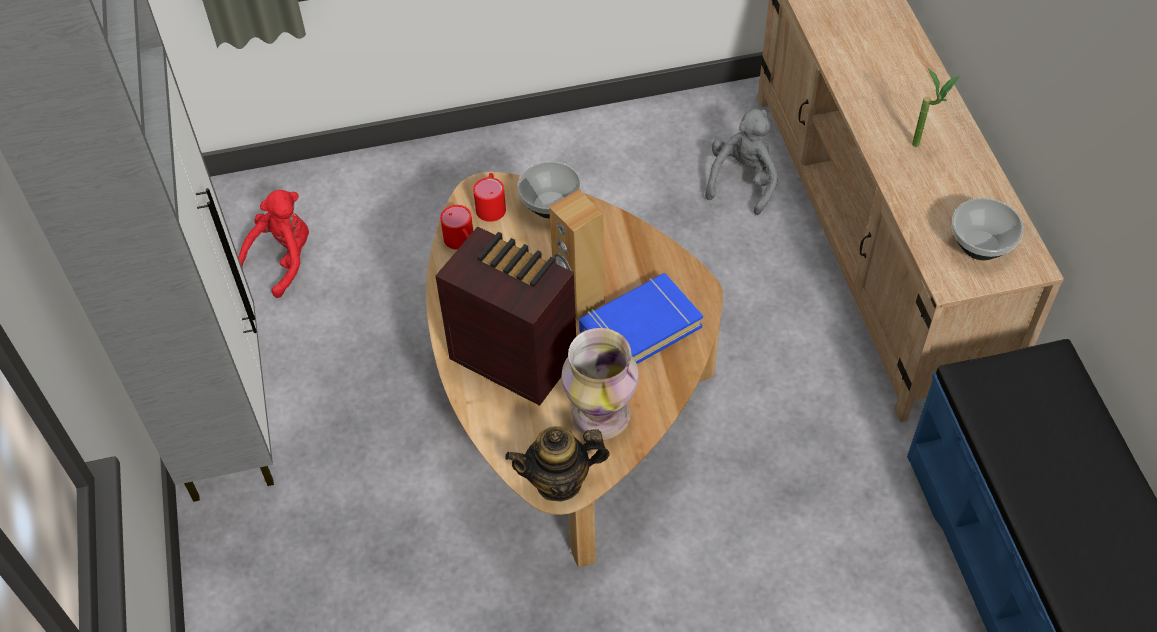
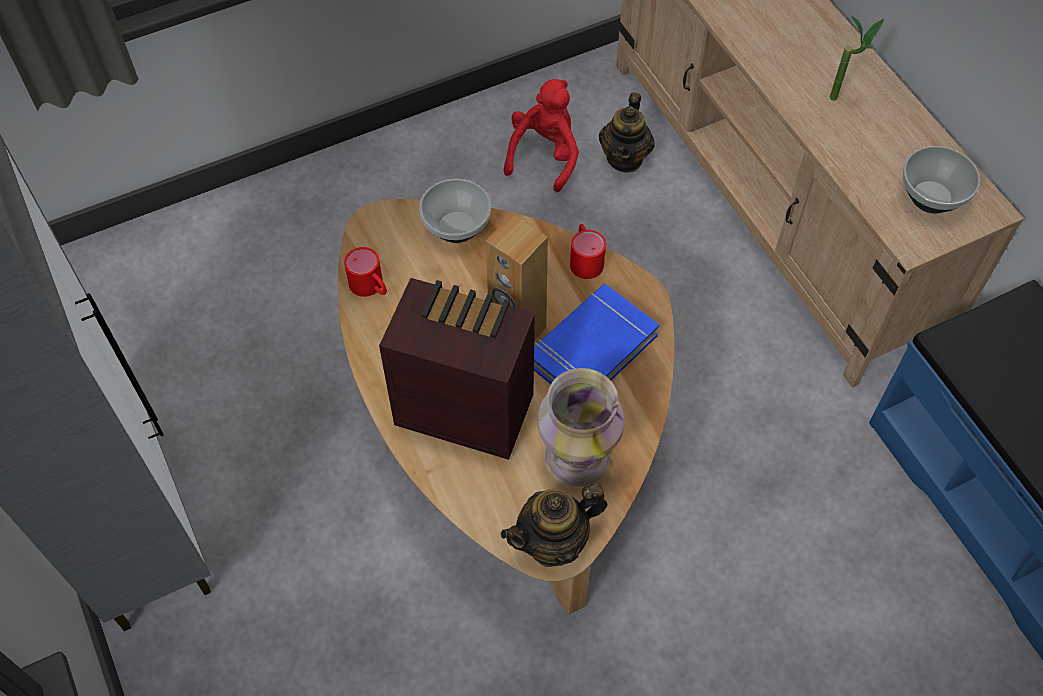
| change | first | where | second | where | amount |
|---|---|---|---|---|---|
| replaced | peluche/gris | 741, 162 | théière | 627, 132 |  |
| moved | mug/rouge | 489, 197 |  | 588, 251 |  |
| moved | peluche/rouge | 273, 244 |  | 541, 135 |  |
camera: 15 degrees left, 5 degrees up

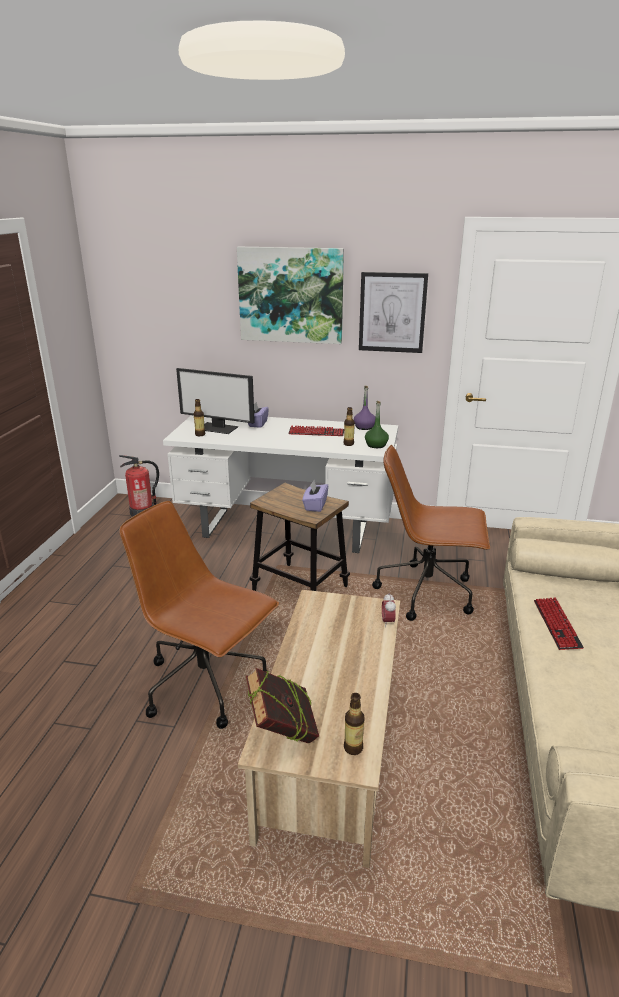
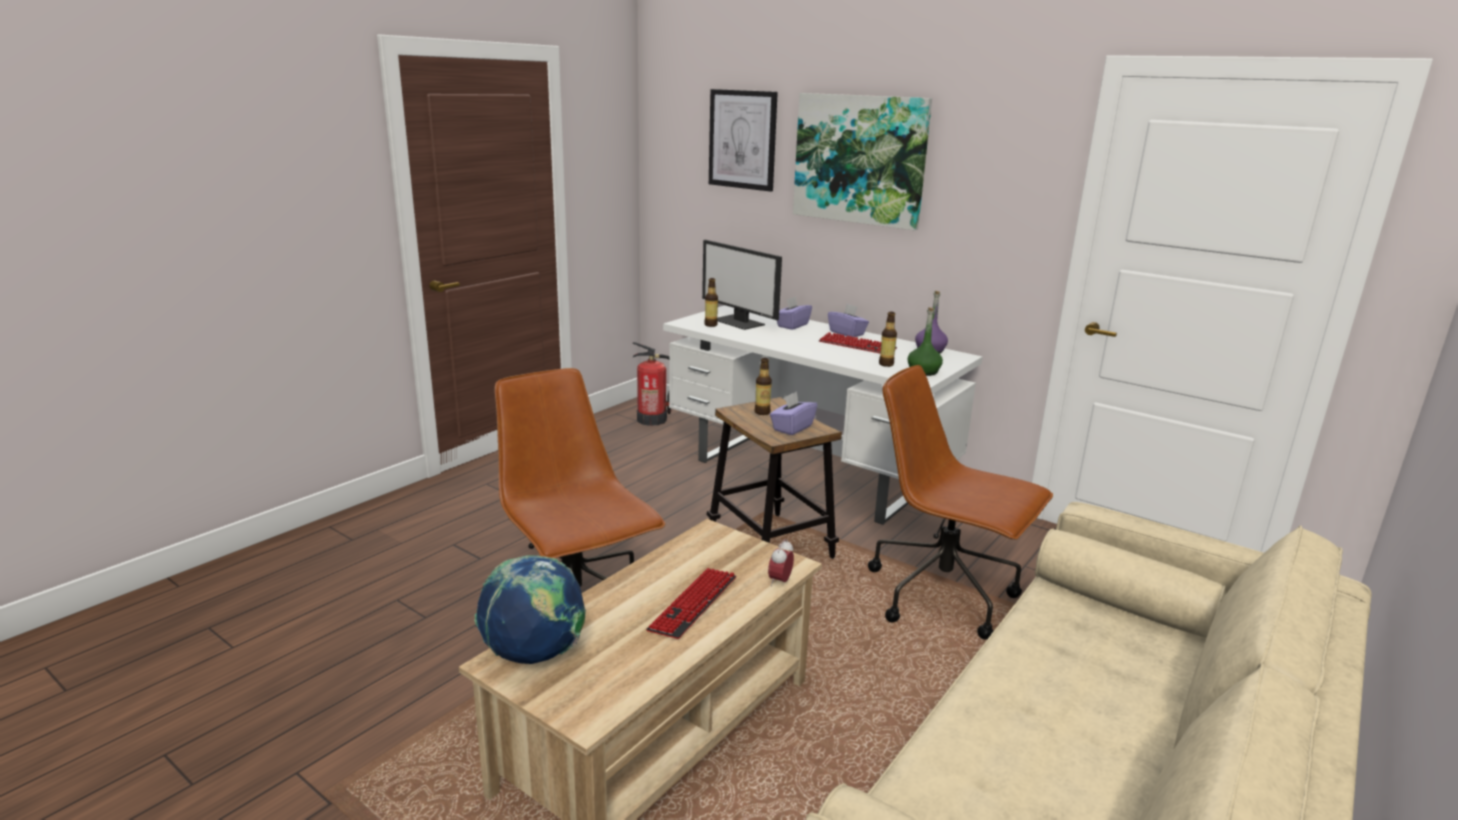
| change | first | where | second | where | amount |
|---|---|---|---|---|---|
| moved | tableau | 393, 312 |  | 743, 140 |  |
| moved | clavier | 559, 623 |  | 691, 603 |  |
| replaced | livre | 282, 706 | globe | 530, 609 |  |
| moved | bouteille | 354, 724 |  | 763, 386 |  |
| added |  |  | boîte à mouchoirs/violet | 848, 320 |  |
camera: 25 degrees right, 5 degrees down

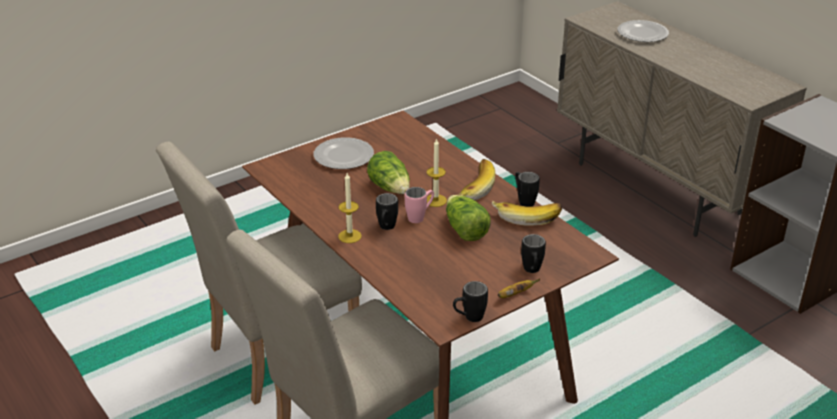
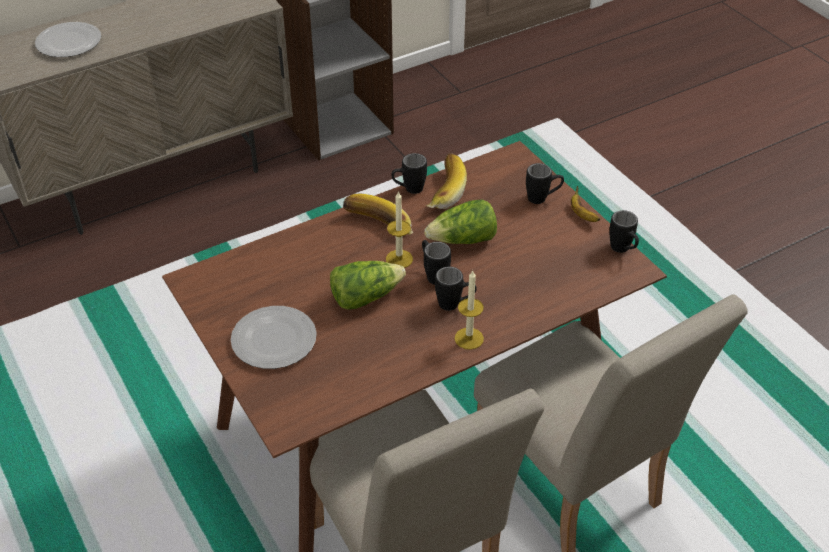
| change | first | where | second | where | amount |
|---|---|---|---|---|---|
| recoloured | mug/rose | 419, 205 | mug/noir | 436, 262 |  |
camera: 85 degrees left, 10 degrees up

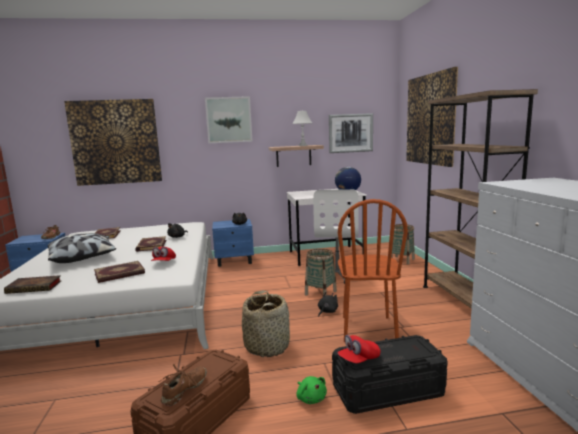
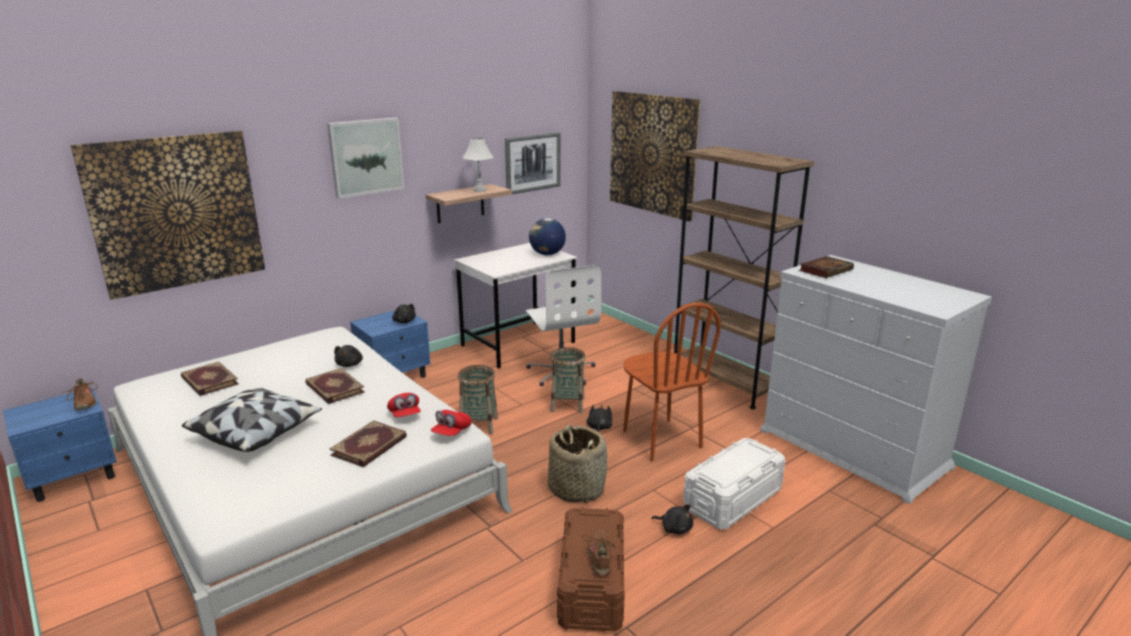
| change | first | where | second | where | amount |
|---|---|---|---|---|---|
| moved | panier | 403, 244 |  | 478, 400 |  |
| moved | livre | 33, 284 |  | 826, 267 |  |
| recoloured | boîte de rangement/noir | 390, 374 | boîte de rangement/blanc | 734, 483 |  |
| moved | casquette/rouge | 359, 349 |  | 451, 423 |  |
| recoloured | peluche/vert | 311, 390 | peluche/noir | 672, 519 |  |
camera: 30 degrees left, 10 degrees up

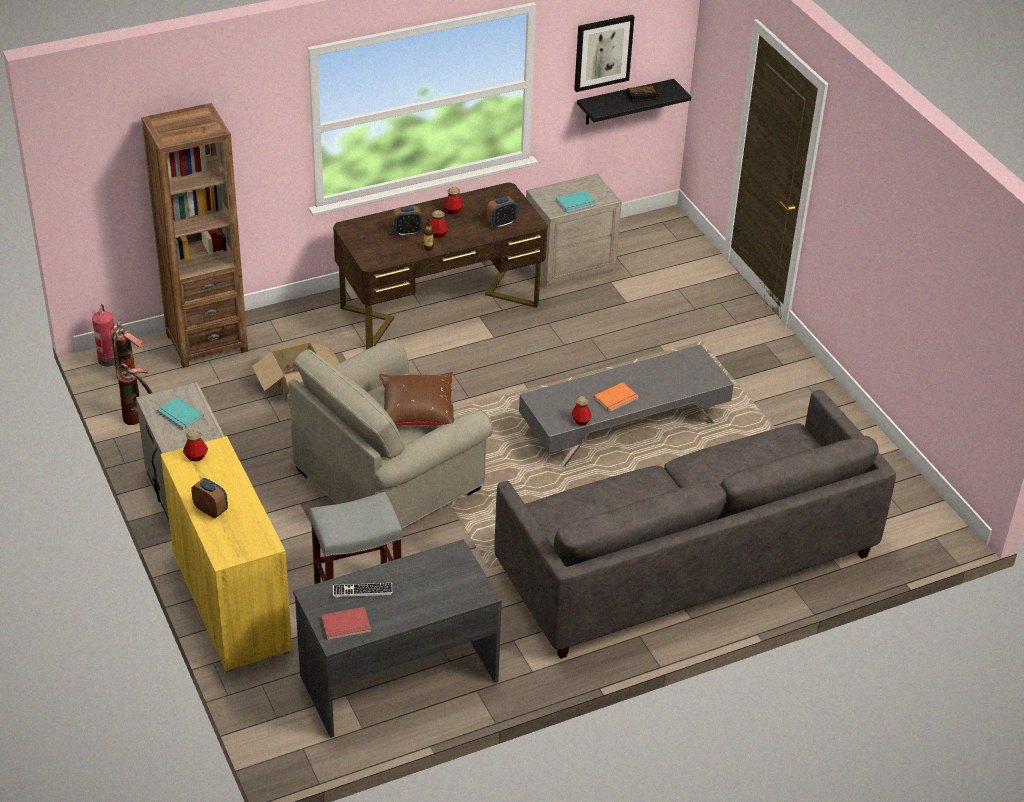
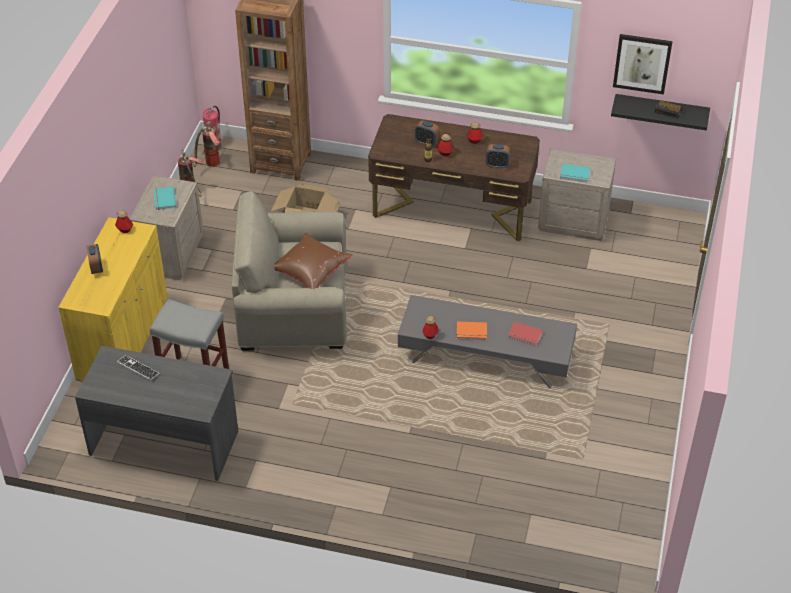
| change | first | where | second | where | amount |
|---|---|---|---|---|---|
| removed | canapé/gris | 695, 524 |  |  |  |
| moved | livre/rouge | 346, 623 |  | 525, 334 |  |
camera: 40 degrees right, 5 degrees up

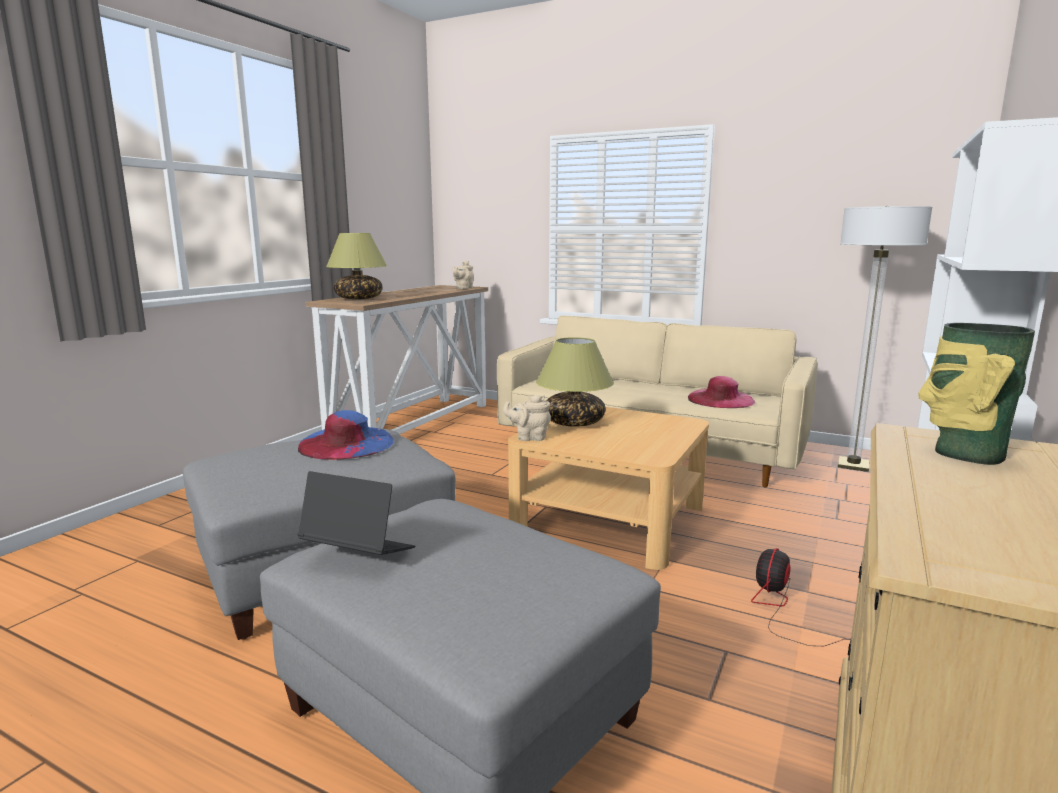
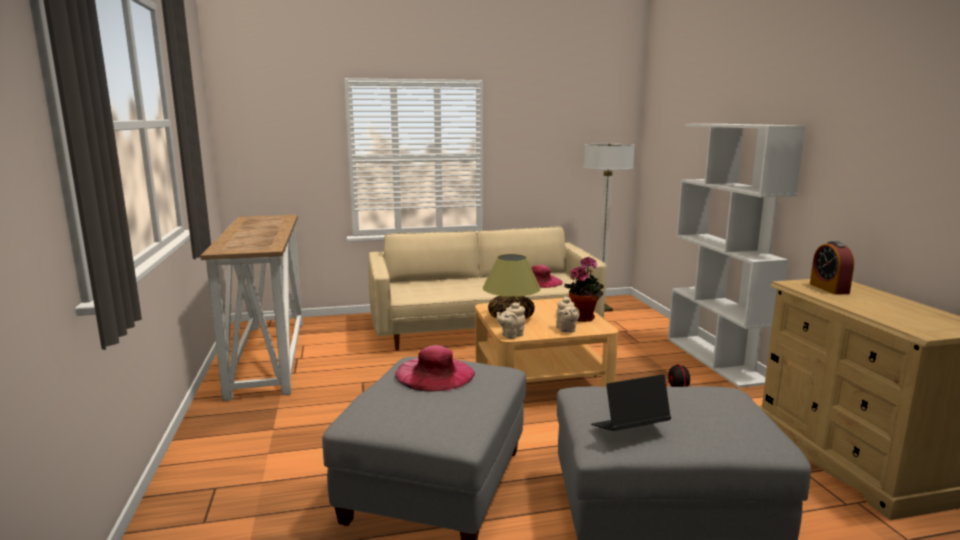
| change | first | where | second | where | amount |
|---|---|---|---|---|---|
| removed | lampe de table | 356, 266 |  |  |  |
| moved | théière/beige | 463, 275 |  | 568, 314 |  |
| replaced | vase | 976, 394 | réveil | 832, 268 |  |
| recoloured | chapeau/bleu | 346, 435 | chapeau/rose | 435, 368 |  |
| added |  |  | plante en pot | 584, 289 |  |
camera: 40 degrees left, 0 degrees up

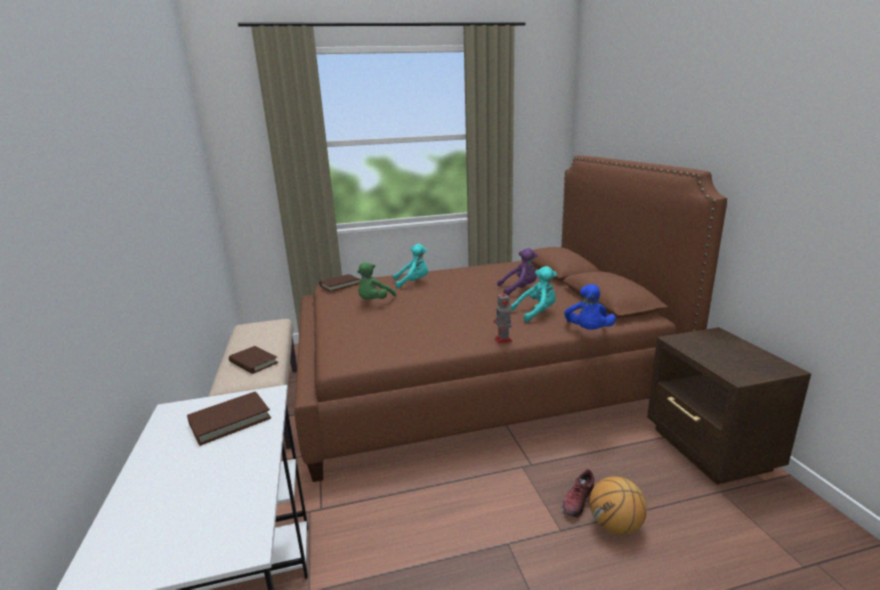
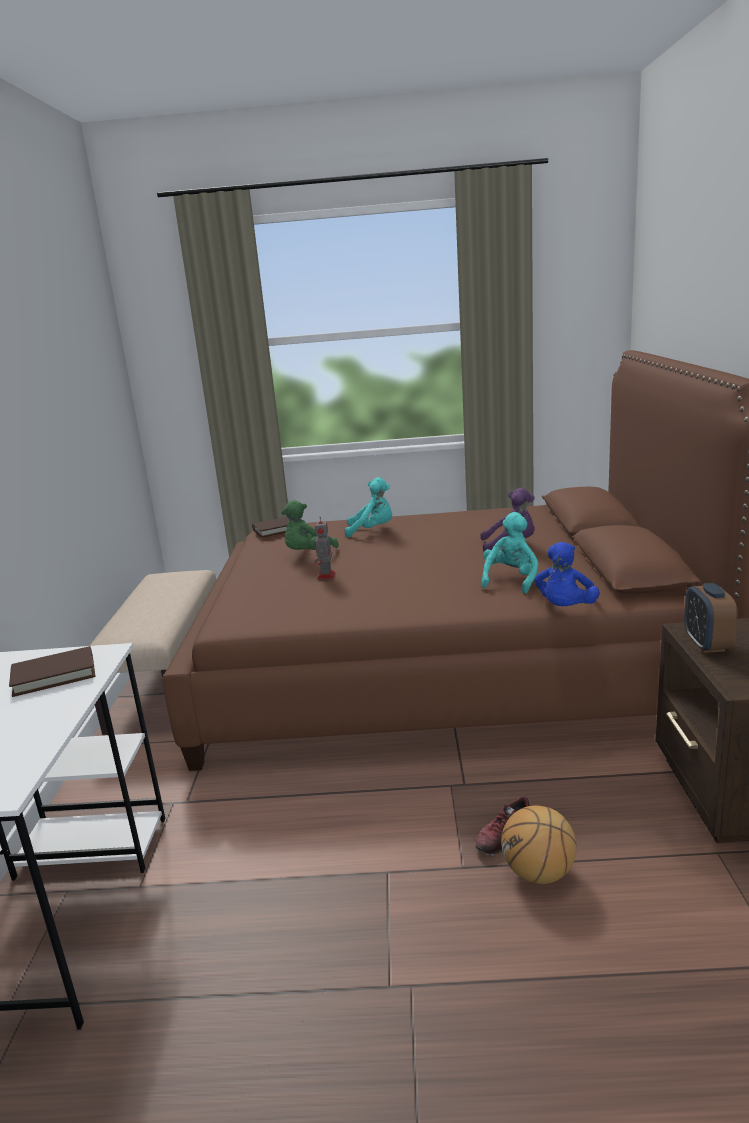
| change | first | where | second | where | amount |
|---|---|---|---|---|---|
| turned | peluche/turquoise | 533, 294 |  | 509, 553 | 60 degrees counterclockwise |
| moved | robot jouet | 503, 316 |  | 325, 548 |  |
| removed | livre/marron | 253, 360 |  |  |  |
| added |  |  | réveil | 711, 618 |  |
camera: 15 degrees right, 0 degrees up

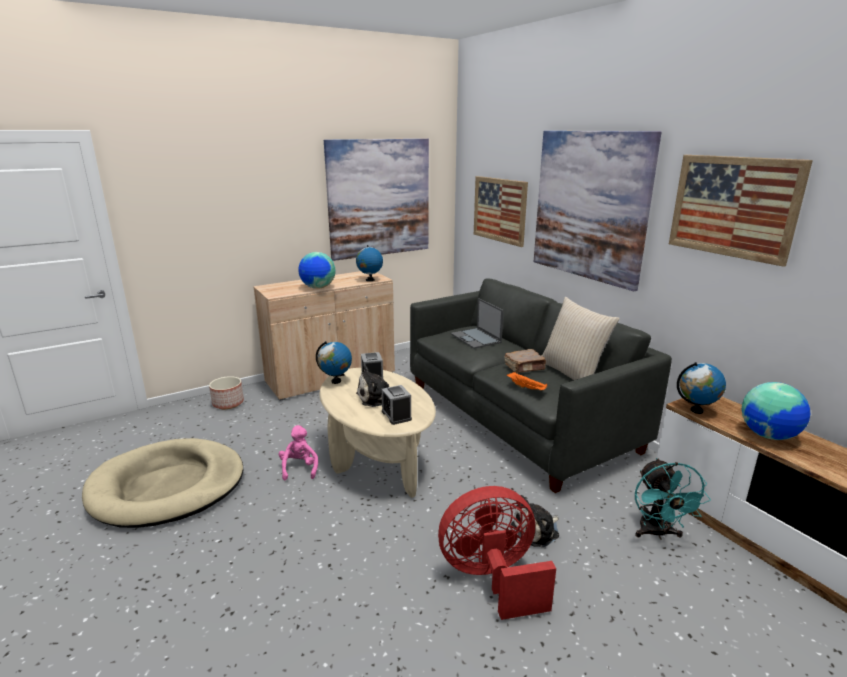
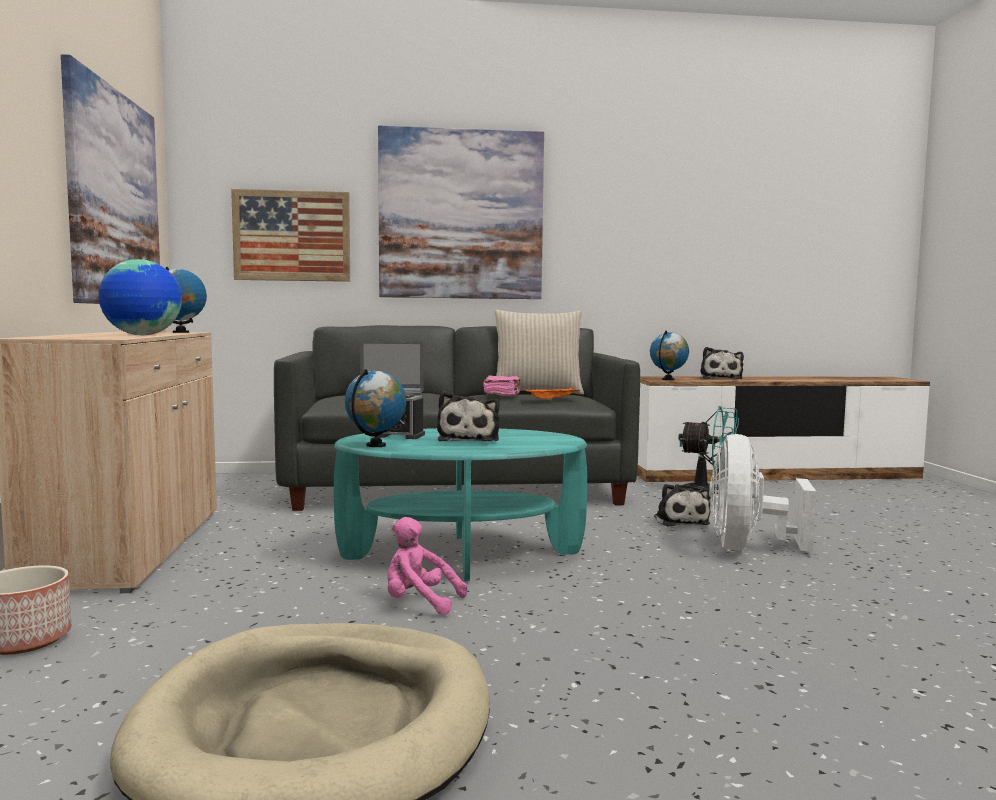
| change | first | where | second | where | amount |
|---|---|---|---|---|---|
| removed | tableau | 741, 211 |  |  |  |
| recoloured | livre/marron | 525, 361 | livre/rose | 502, 385 |  |
| recoloured | table basse/beige | 378, 433 | table basse/turquoise | 460, 504 |  |
| replaced | globe | 776, 411 | peluche | 722, 363 |  |
| removed | réveil | 397, 405 |  |  |  |
| recoloured | ventilateur/rouge | 497, 553 | ventilateur/blanc | 762, 493 |  |
camera: 65 degrees left, 15 degrees down

